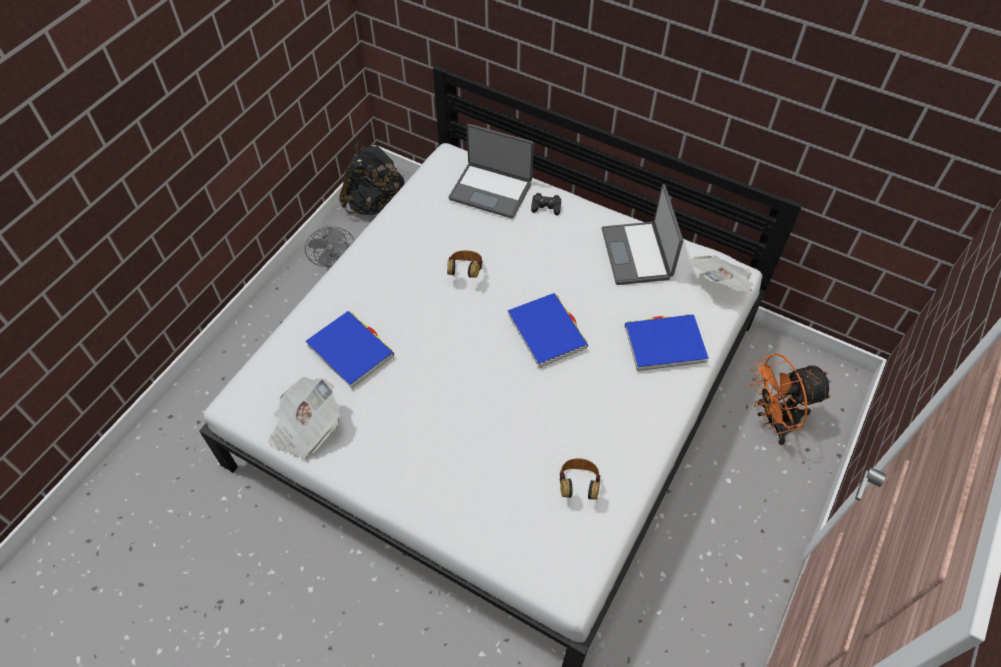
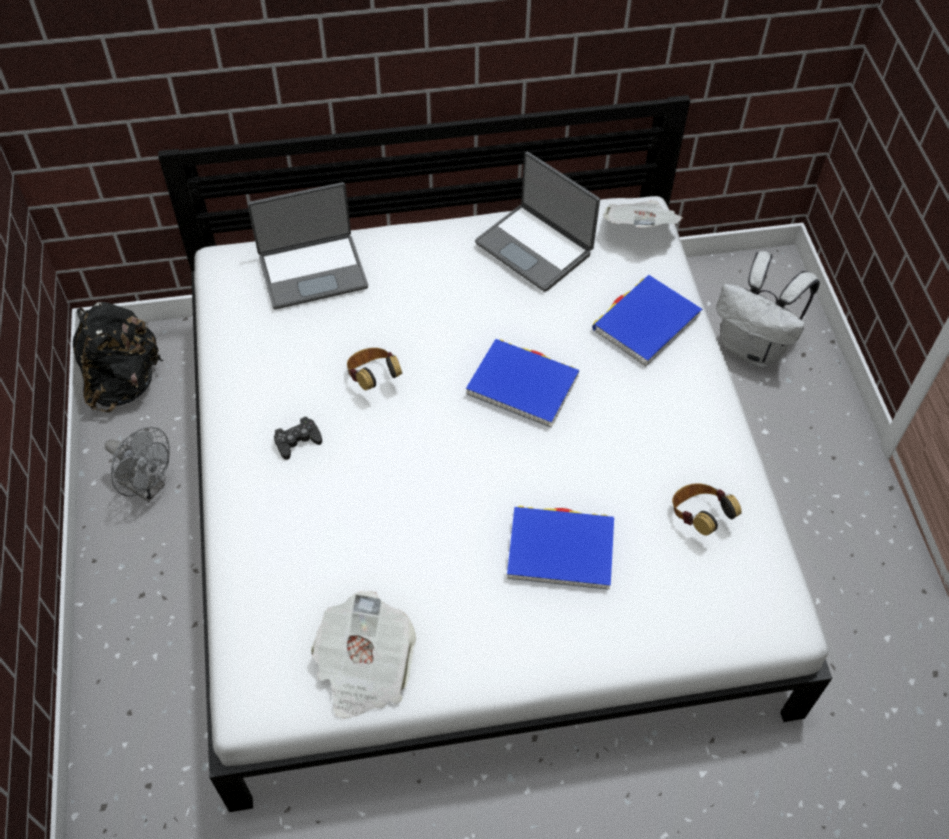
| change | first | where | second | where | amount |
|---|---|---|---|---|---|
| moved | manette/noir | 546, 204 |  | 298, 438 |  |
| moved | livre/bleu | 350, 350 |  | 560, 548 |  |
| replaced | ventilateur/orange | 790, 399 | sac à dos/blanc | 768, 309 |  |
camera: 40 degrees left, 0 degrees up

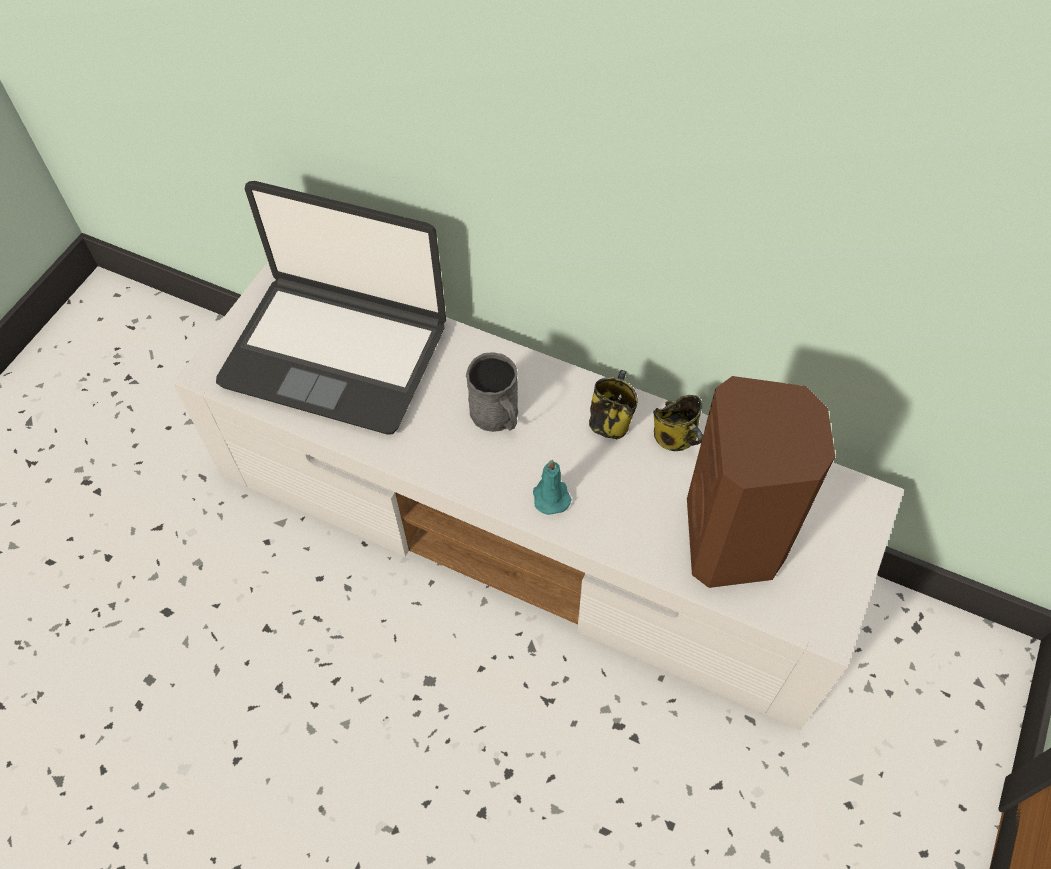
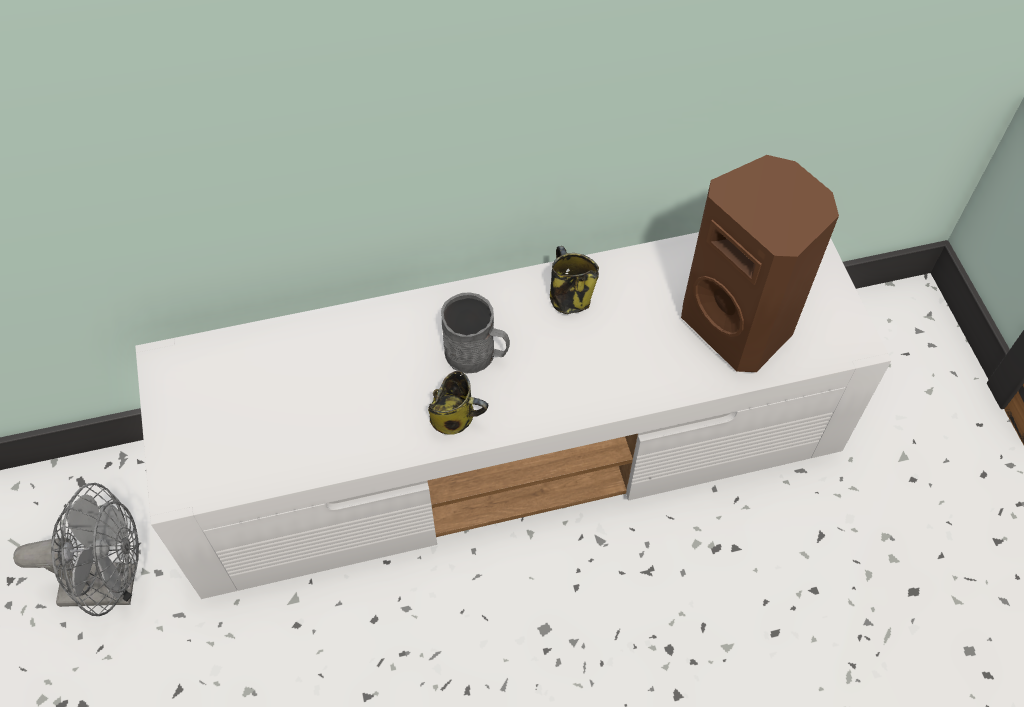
| change | first | where | second | where | amount |
|---|---|---|---|---|---|
| removed | ordinateur portable | 331, 308 |  |  |  |
| moved | mug | 678, 423 |  | 458, 403 |  |
| removed | bougie/turquoise | 552, 487 |  |  |  |
| added |  |  | ventilateur/gris | 76, 549 |  |
camera: 40 degrees left, 0 degrees up

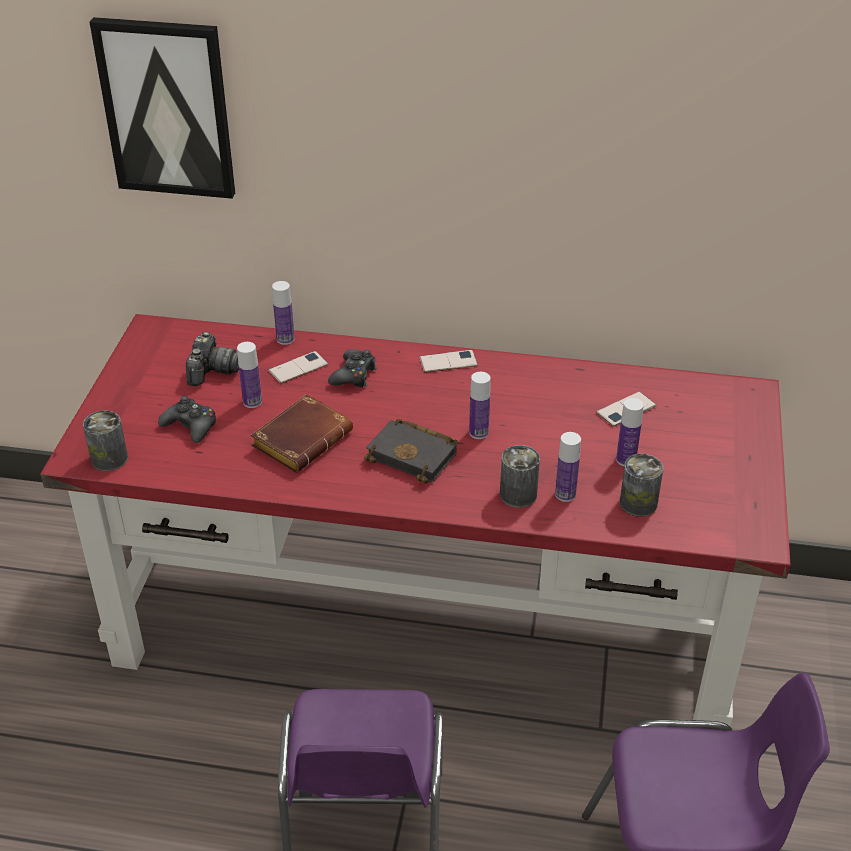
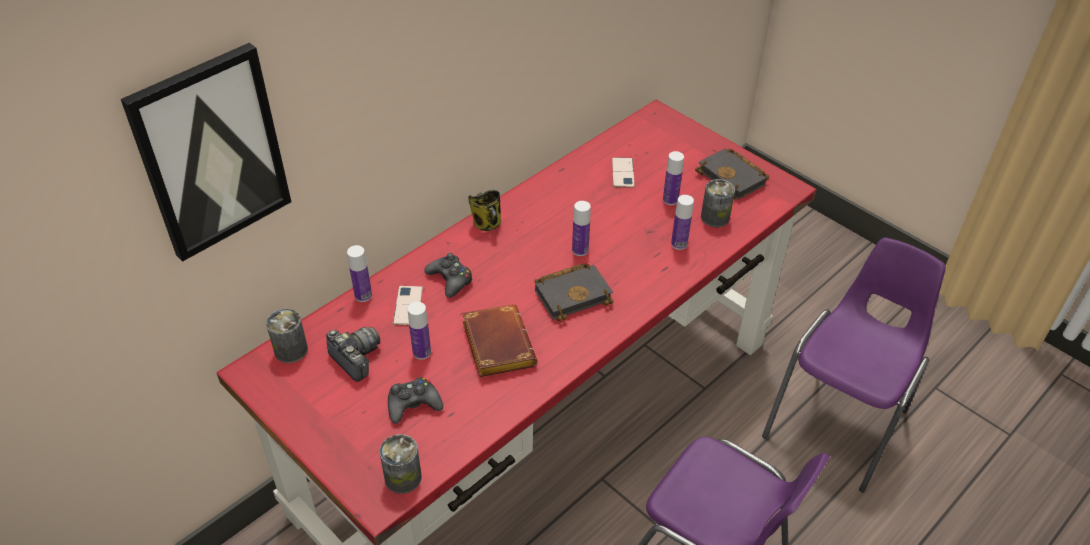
| change | first | where | second | where | amount |
|---|---|---|---|---|---|
| replaced | téléphone | 448, 361 | mug | 484, 210 |  |
| moved | boîte métallique | 520, 476 |  | 287, 336 |  |
| added |  |  | livre/noir | 732, 174 |  |
camera: 55 degrees left, 5 degrees up

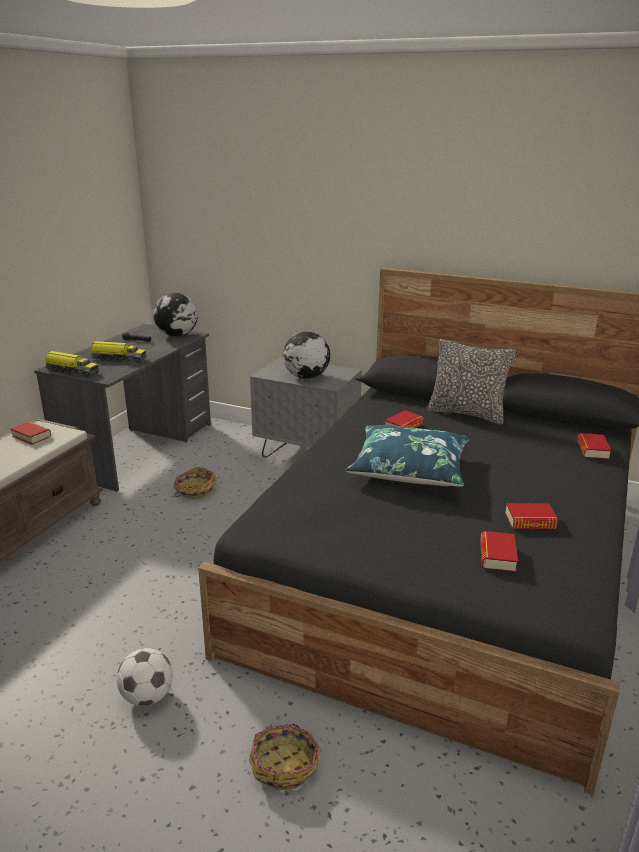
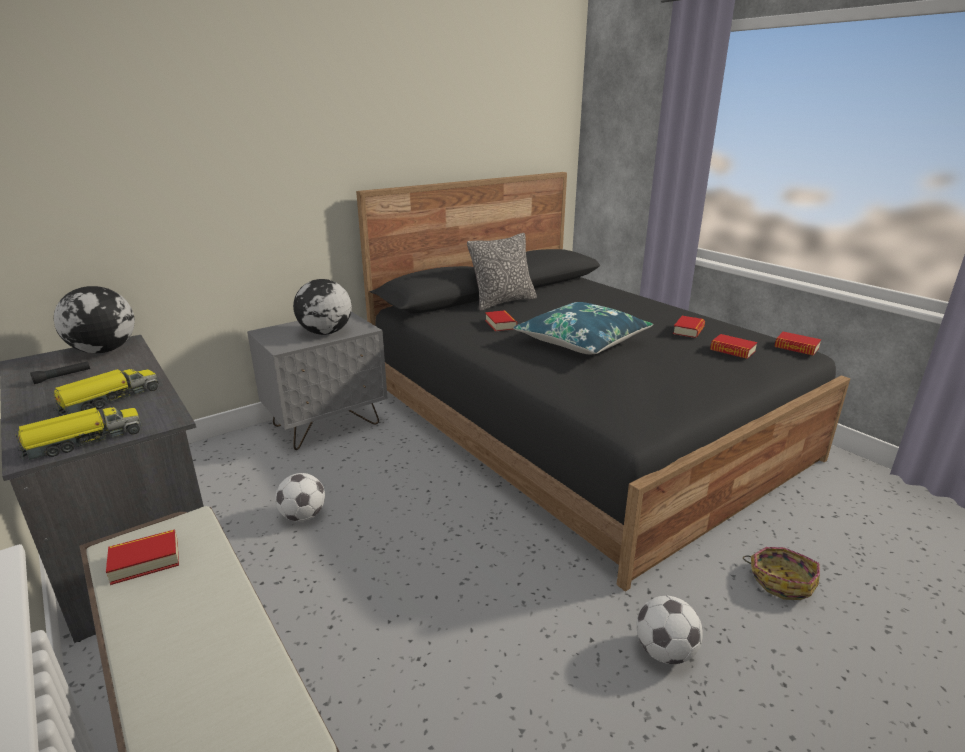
| change | first | where | second | where | amount |
|---|---|---|---|---|---|
| moved | livre | 594, 446 |  | 798, 344 |  |
| replaced | panier | 195, 483 | ballon de foot | 300, 497 |  |
camera: 60 degrees left, 0 degrees up

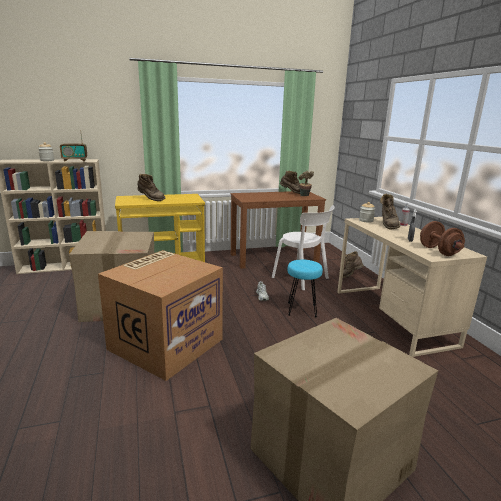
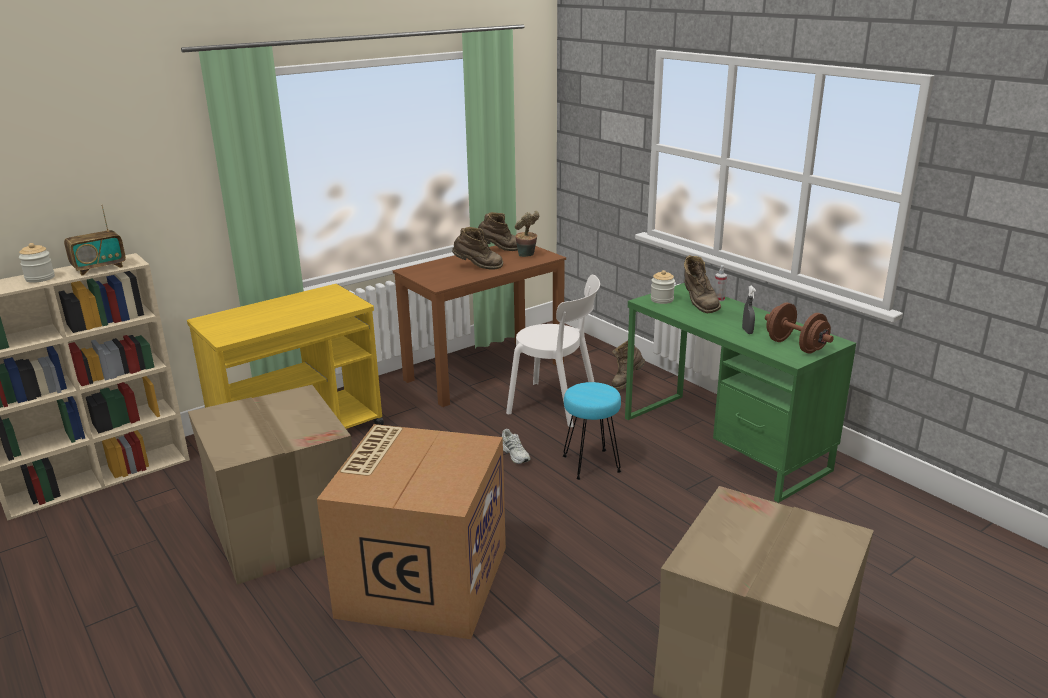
| change | first | where | second | where | amount |
|---|---|---|---|---|---|
| moved | botte/marron | 151, 187 |  | 477, 248 |  |
| recoloured | bureau/beige | 412, 287 | bureau/vert | 740, 393 |  |
camera: 20 degrees left, 5 degrees up

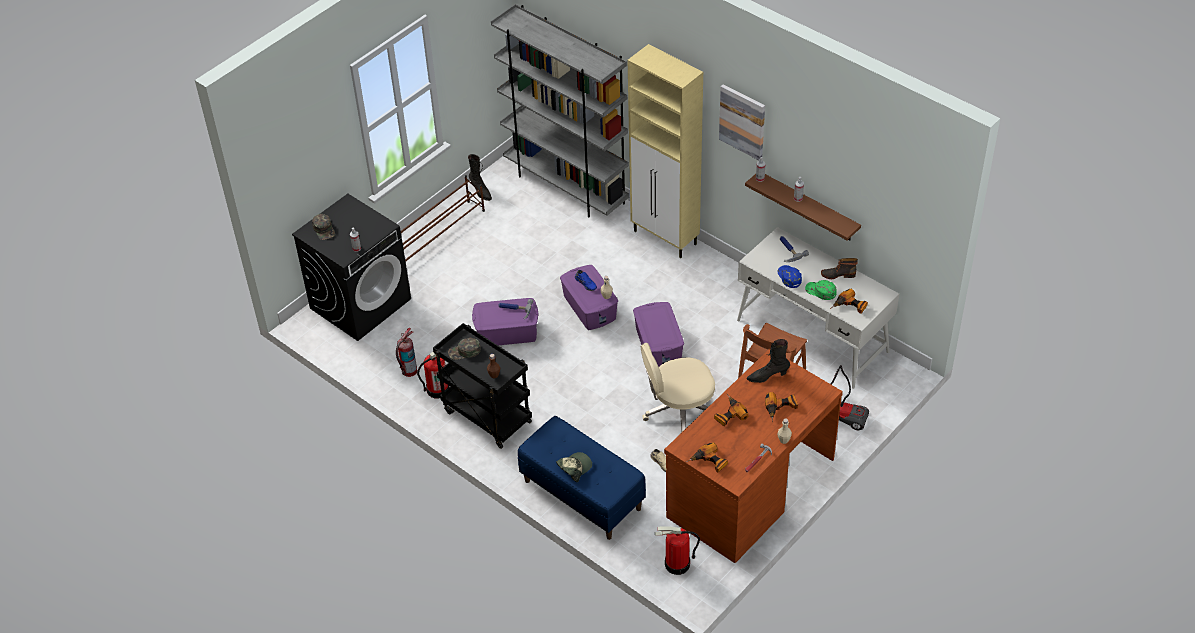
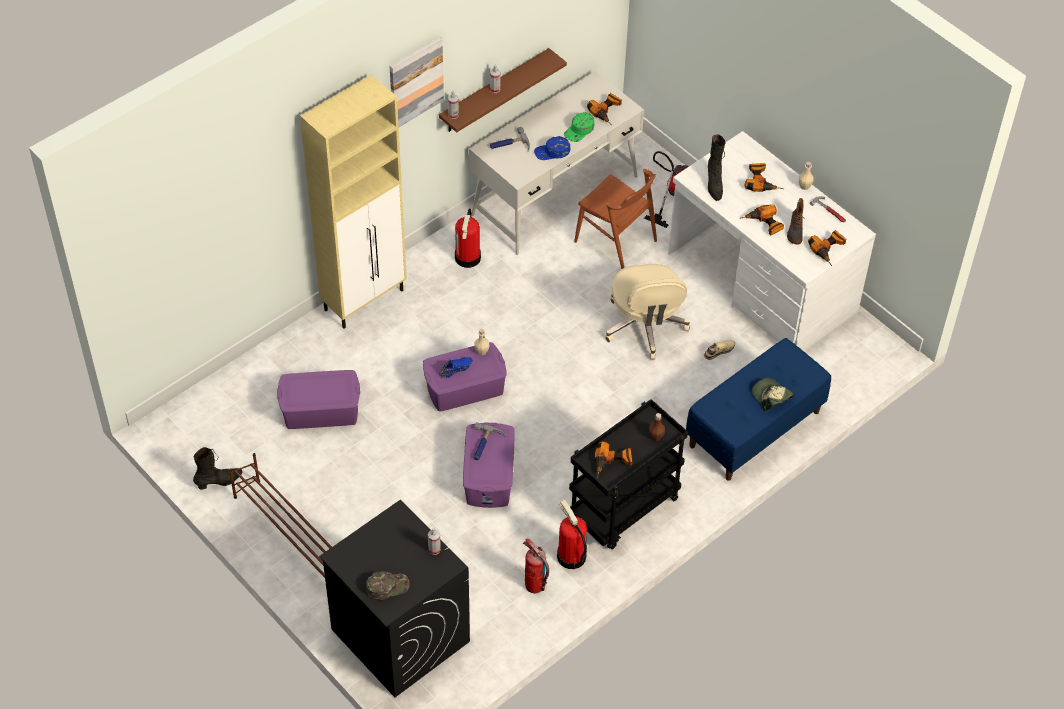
| change | first | where | second | where | amount |
|---|---|---|---|---|---|
| removed | bibliothèque/gris | 560, 110 |  |  |  |
| moved | botte | 839, 268 |  | 795, 221 |  |
| moved | boîte de rangement/violet | 658, 334 |  | 318, 399 |  |
| replaced | casquette/vert | 464, 348 | perceuse | 613, 459 |  |
| recoloured | bureau/marron | 753, 456 | bureau/blanc | 772, 241 |  |
| moved | extincteur | 677, 550 |  | 468, 238 |  |
camera: 85 degrees left, 5 degrees up

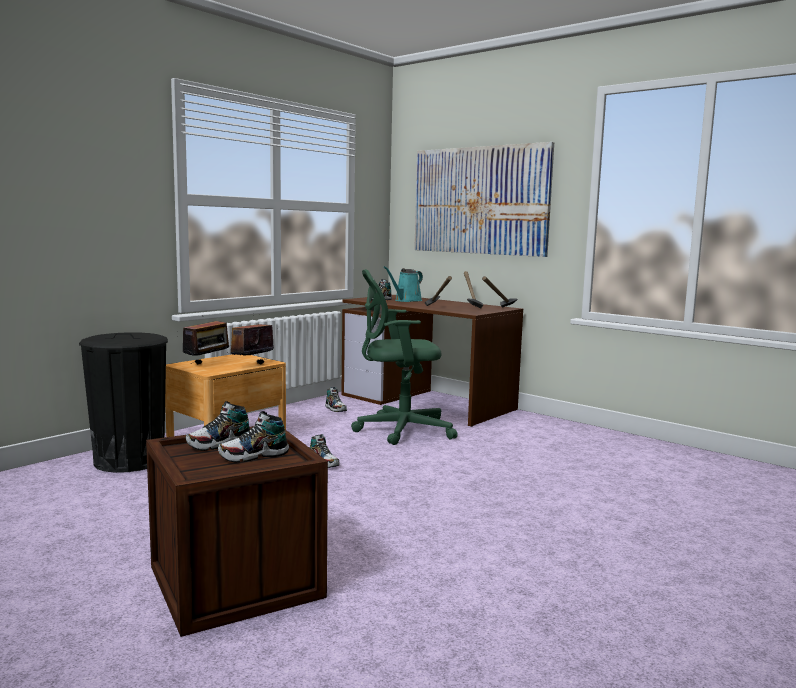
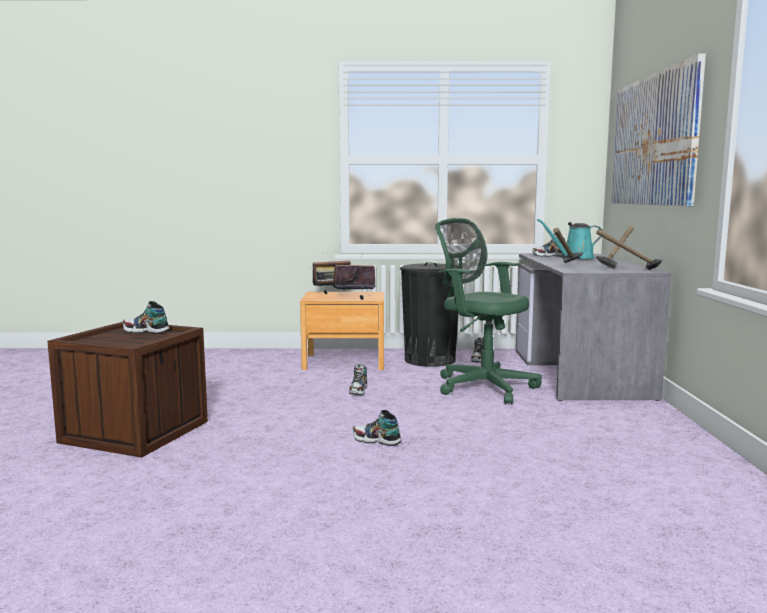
| change | first | where | second | where | amount |
|---|---|---|---|---|---|
| recoloured | bureau/marron | 432, 361 | bureau/gris | 593, 327 |  |
| moved | poubelle/noir | 123, 402 |  | 429, 314 |  |
| moved | chaussure | 253, 436 |  | 377, 428 |  |
camera: 50 degrees right, 0 degrees up

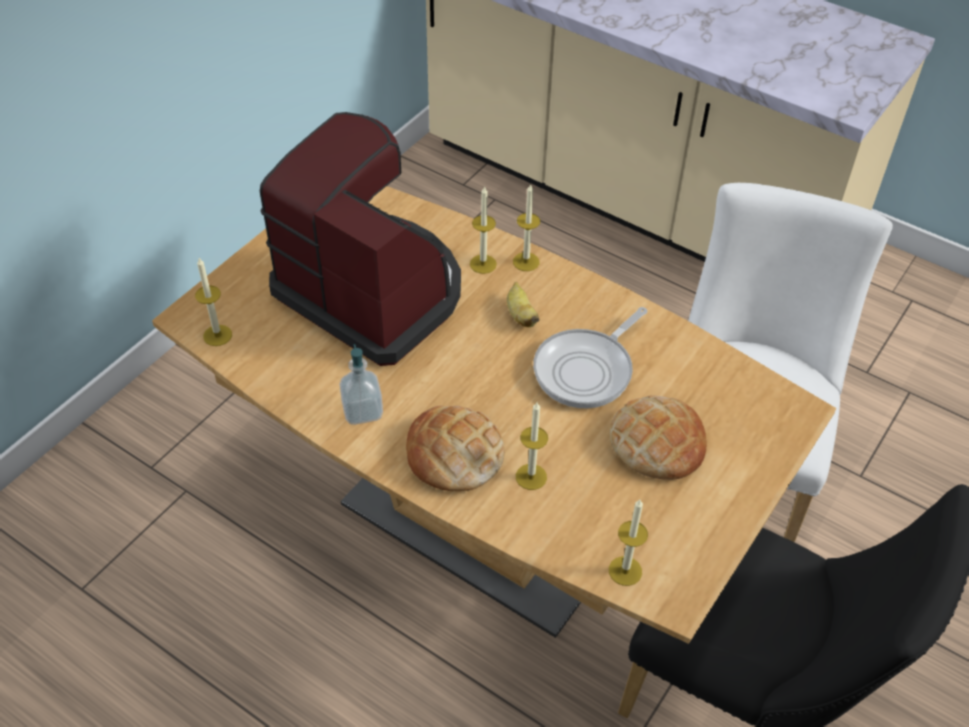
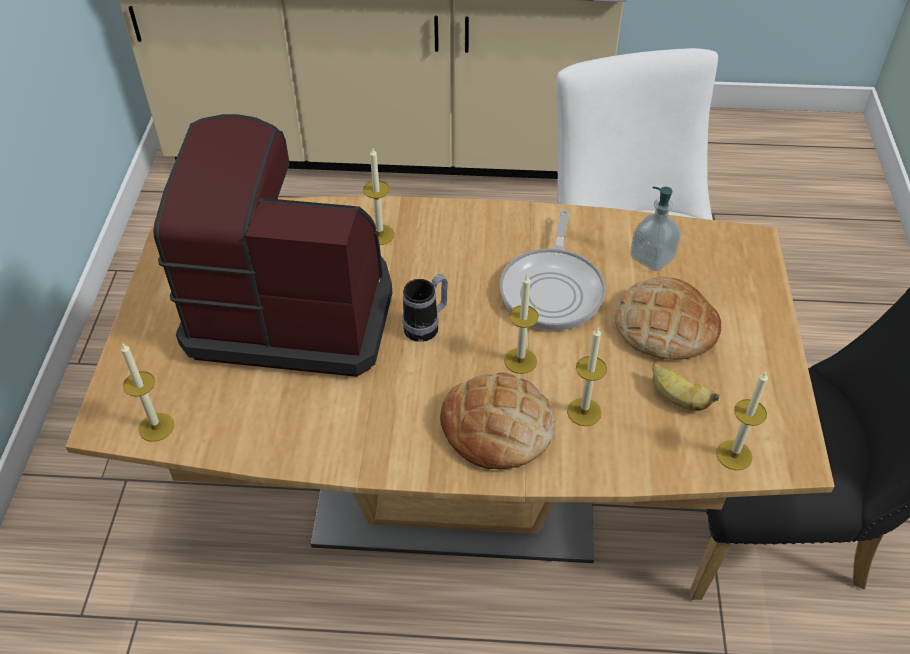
| change | first | where | second | where | amount |
|---|---|---|---|---|---|
| moved | bougie | 526, 227 |  | 521, 324 |  |
| moved | banane | 523, 304 |  | 685, 387 |  |
| moved | distributeur de savon | 361, 384 |  | 655, 228 |  |
| added |  |  | mug | 425, 308 |  |
camera: 30 degrees left, 0 degrees up

